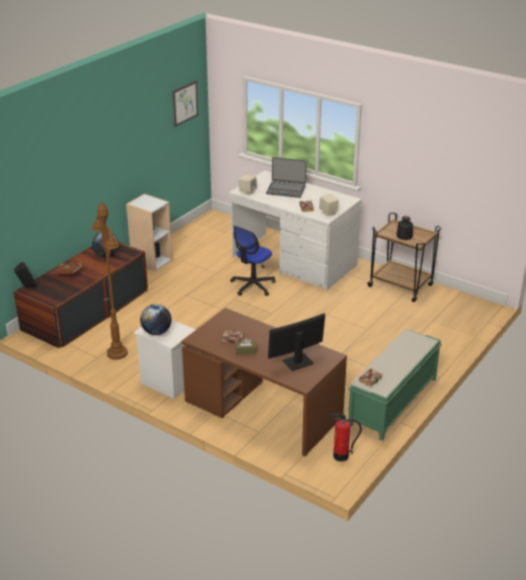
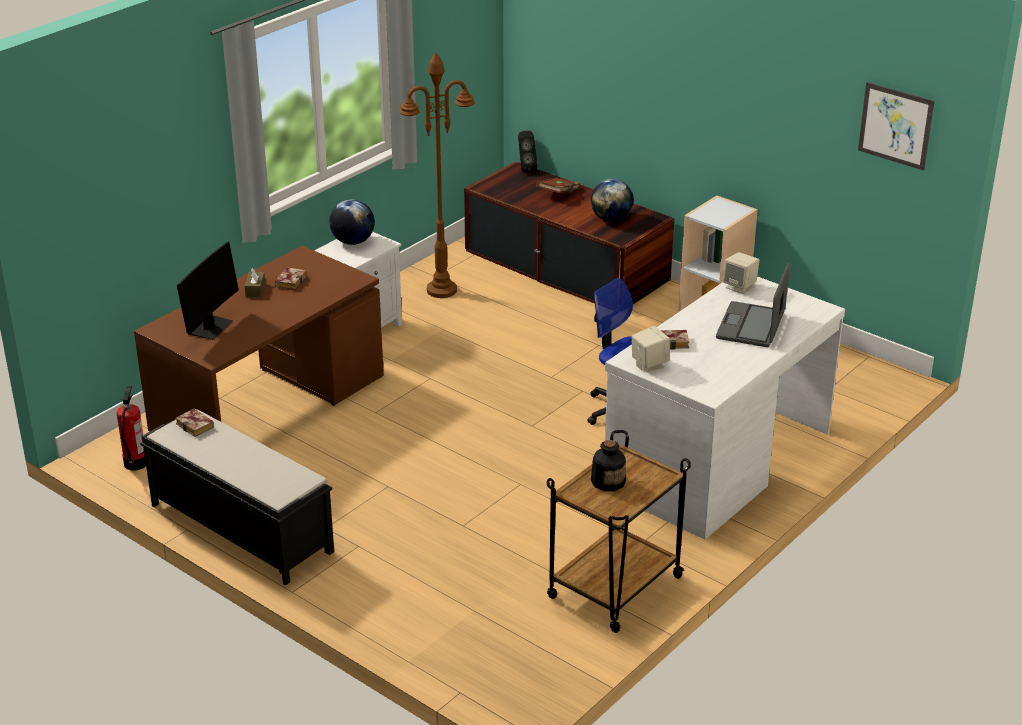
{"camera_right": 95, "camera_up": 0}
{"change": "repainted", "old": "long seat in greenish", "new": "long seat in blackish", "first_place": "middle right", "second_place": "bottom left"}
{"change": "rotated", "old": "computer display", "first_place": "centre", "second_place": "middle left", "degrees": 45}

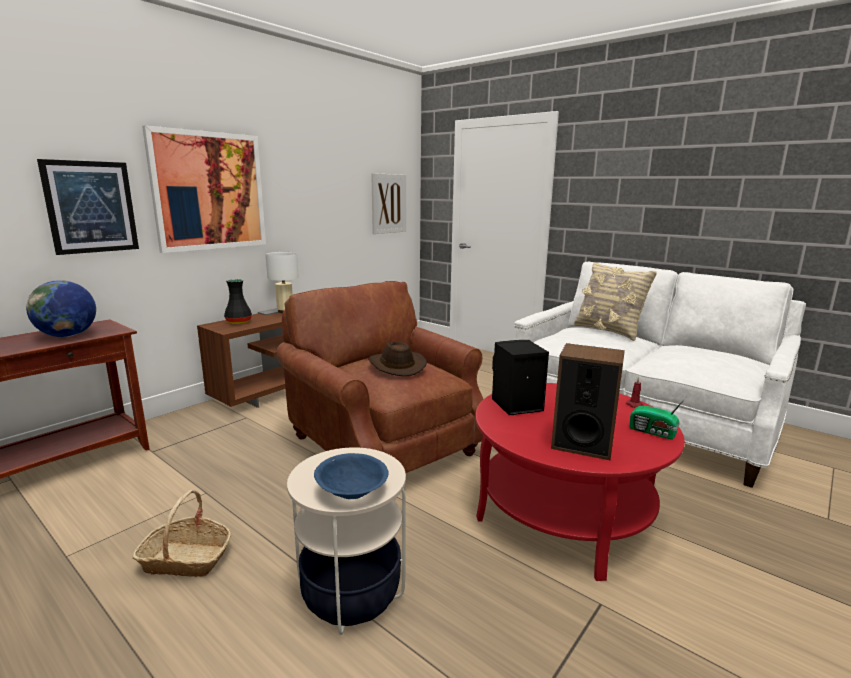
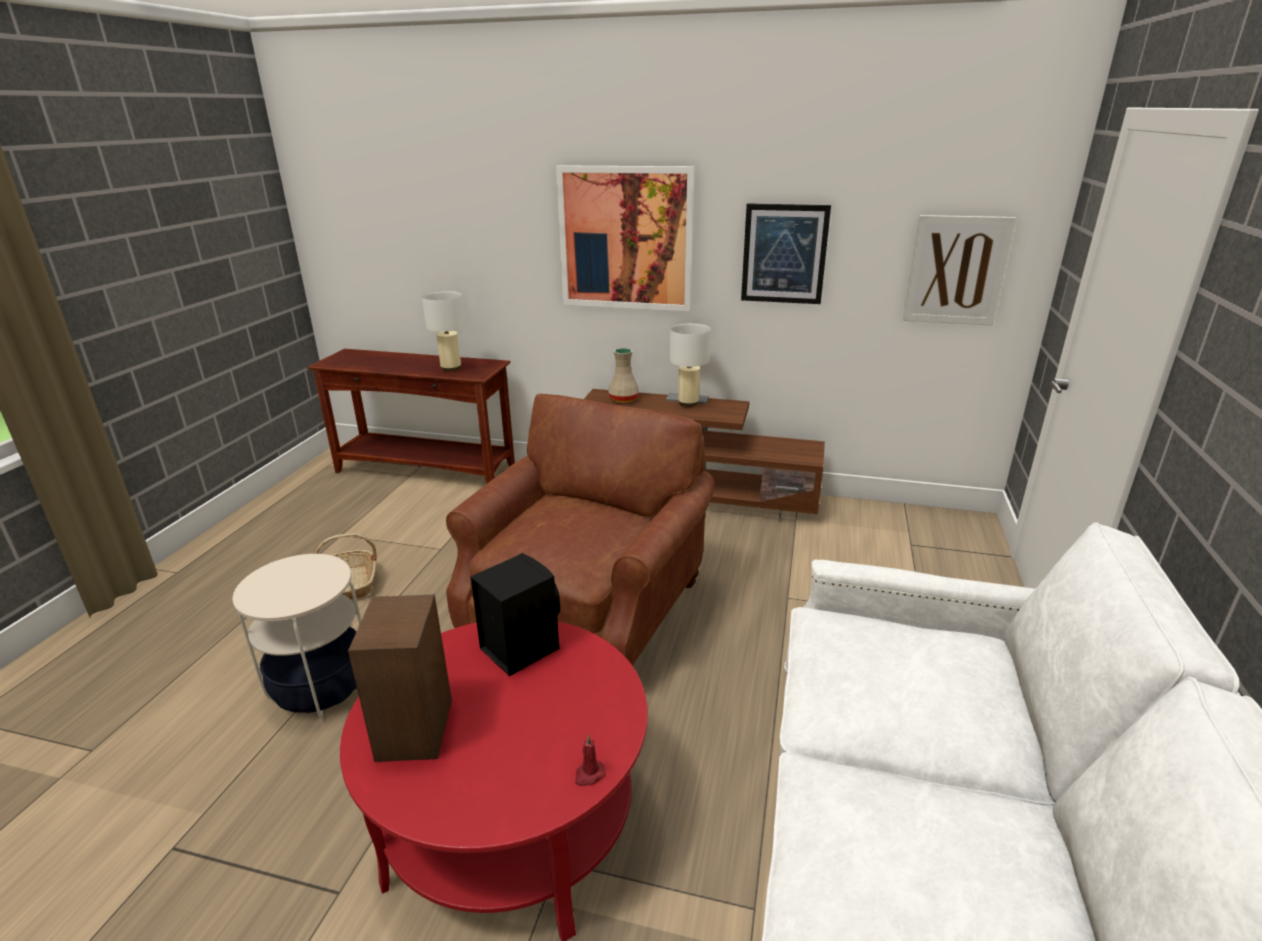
{"camera_right": 65, "camera_up": 10}
{"change": "gone", "old": "serving bowl in blue", "first_place": "bottom centre"}
{"change": "gone", "old": "hat in brown", "first_place": "centre"}
{"change": "gone", "old": "throw pillow in beige", "first_place": "middle right"}
{"change": "gone", "old": "radio set", "first_place": "middle right"}
{"change": "shifted", "old": "picture (no. 1 from left in the first image)", "new": "picture (no. 2 from left)", "first_place": "top left", "second_place": "top centre"}
{"change": "swapped", "old": "desk globe", "new": "lamp for a table in white (no. 1 from left)", "first_place": "middle left", "second_place": "centre"}
{"change": "repainted", "old": "vase in blackish", "new": "vase in beige", "first_place": "middle left", "second_place": "centre"}

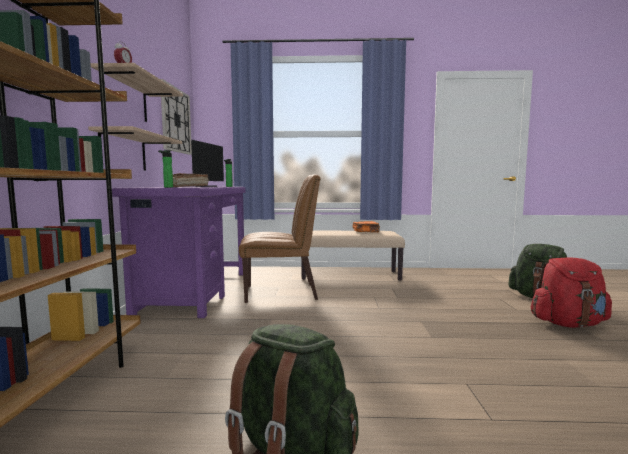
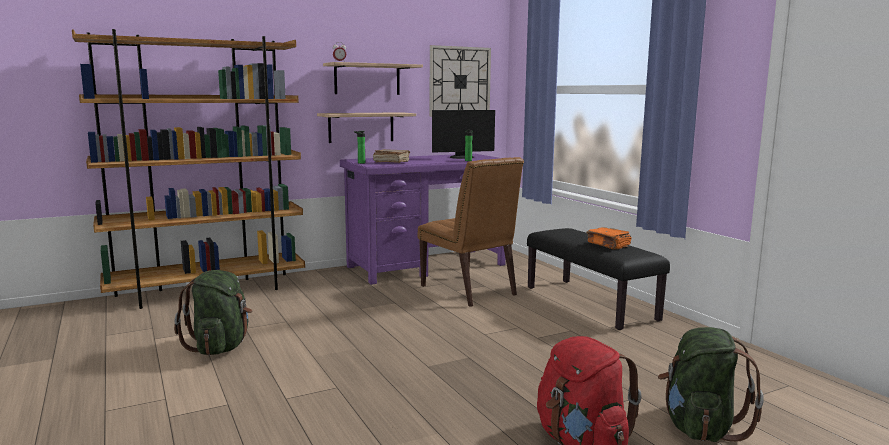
{"camera_right": 60, "camera_up": 5}
{"change": "repainted", "old": "long seat in beige", "new": "long seat in blackish", "first_place": "centre", "second_place": "middle right"}

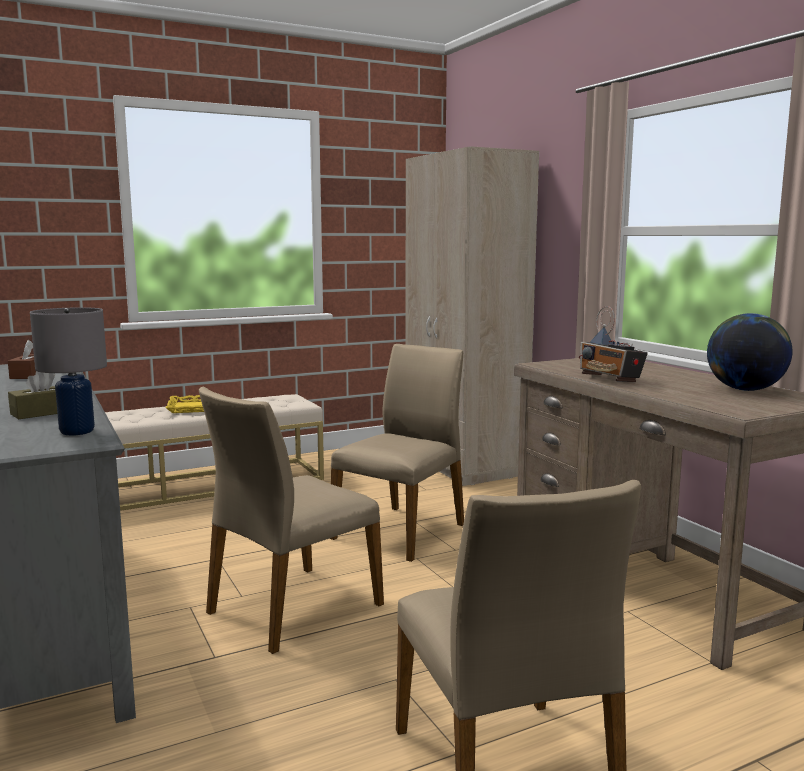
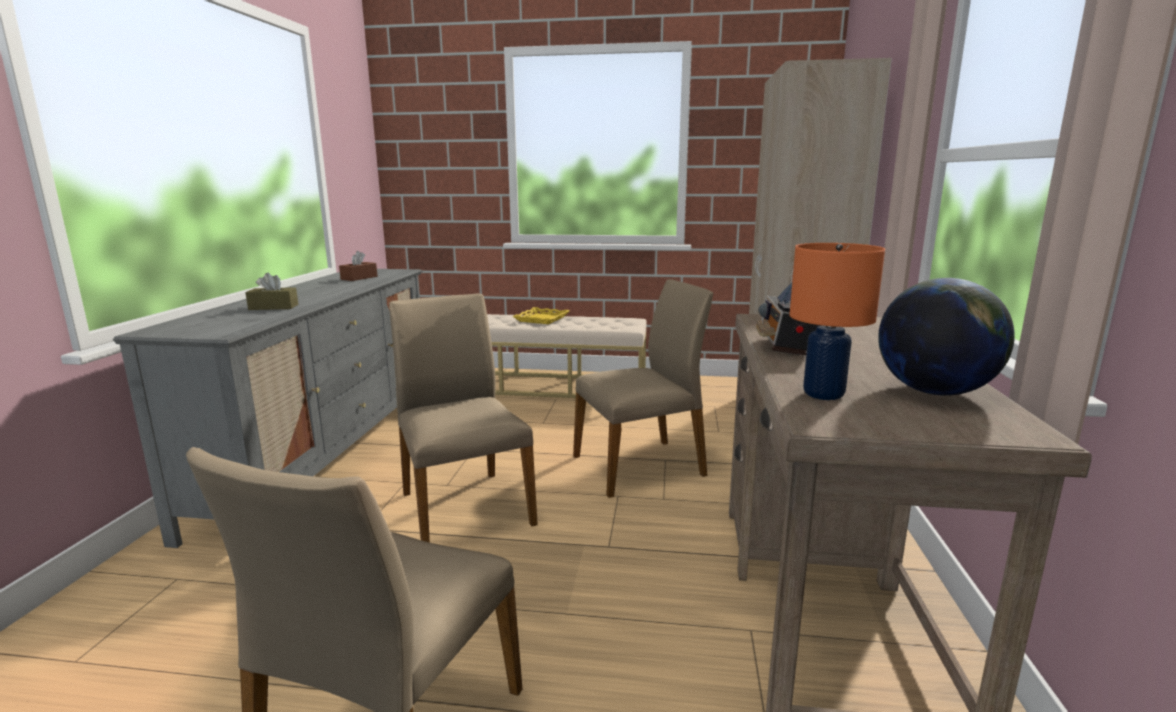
{"camera_right": 35, "camera_up": 5}
{"change": "gone", "old": "lamp for a table in grey", "first_place": "middle left"}
{"change": "new", "new": "lamp for a table in orange-coloured", "second_place": "middle right"}
{"change": "rotated", "old": "upright chair in beige (no. 1 from left in the first image)", "first_place": "bottom centre", "second_place": "centre", "degrees": 75}

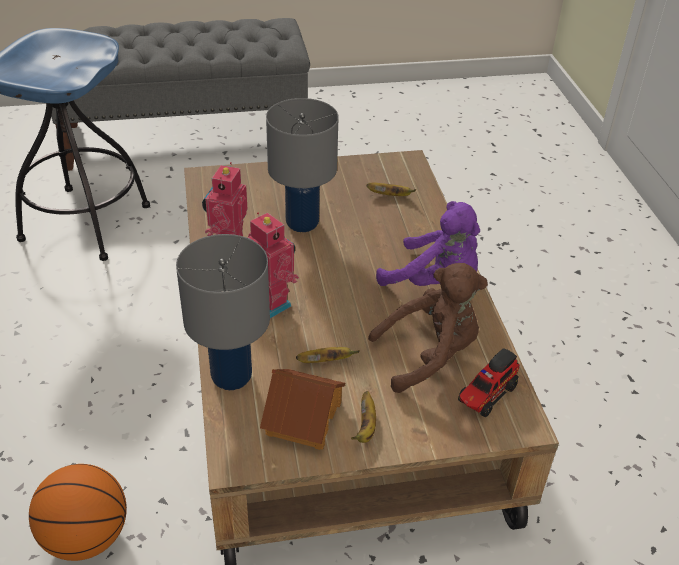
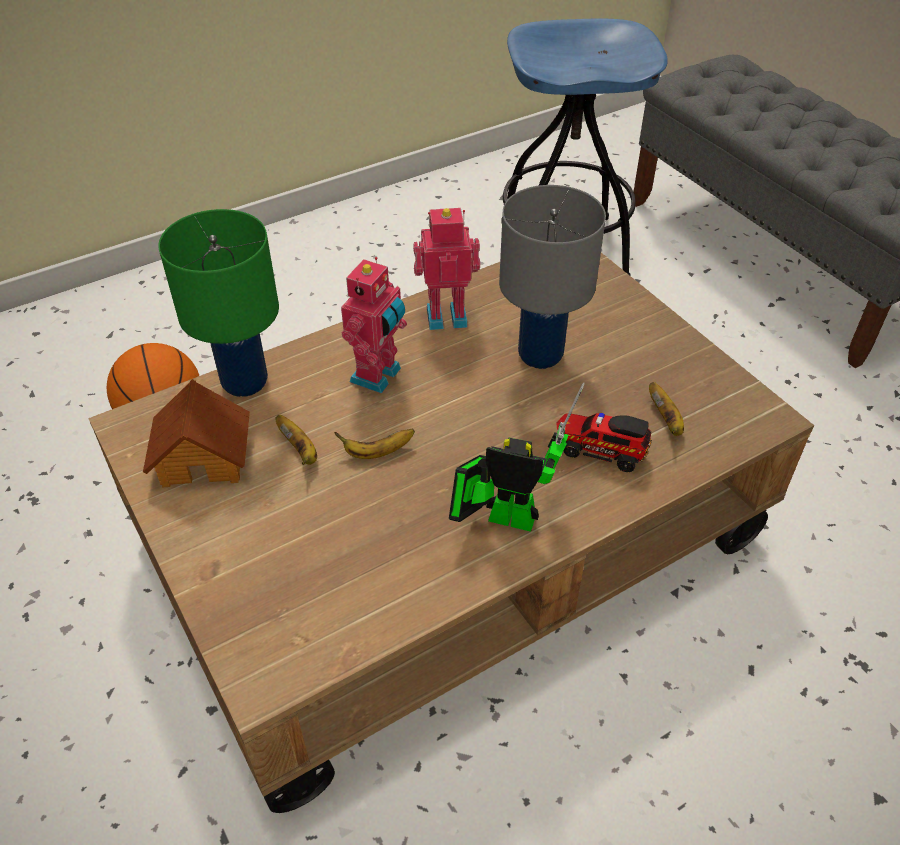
{"camera_right": 70, "camera_up": 5}
{"change": "gone", "old": "soft toy in brown", "first_place": "centre"}
{"change": "shifted", "old": "banana (no. 2 from left)", "first_place": "bottom centre", "second_place": "centre"}
{"change": "shifted", "old": "toy lorry", "first_place": "bottom right", "second_place": "middle right"}
{"change": "swapped", "old": "soft toy in purple", "new": "model robot (no. 3 from left)", "first_place": "centre", "second_place": "centre"}
{"change": "repainted", "old": "lamp for a table in grey (no. 1 from left)", "new": "lamp for a table in greenish", "first_place": "middle left", "second_place": "middle left"}

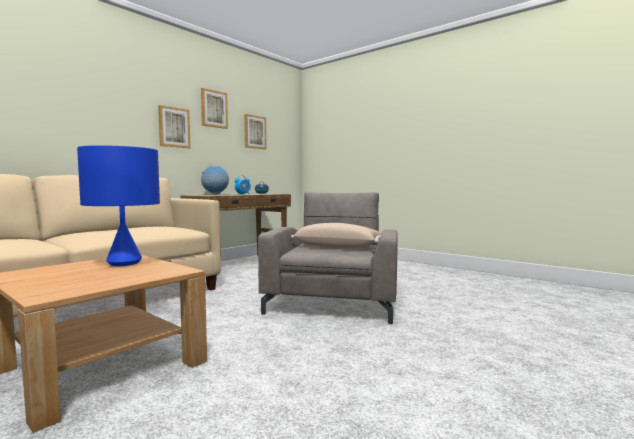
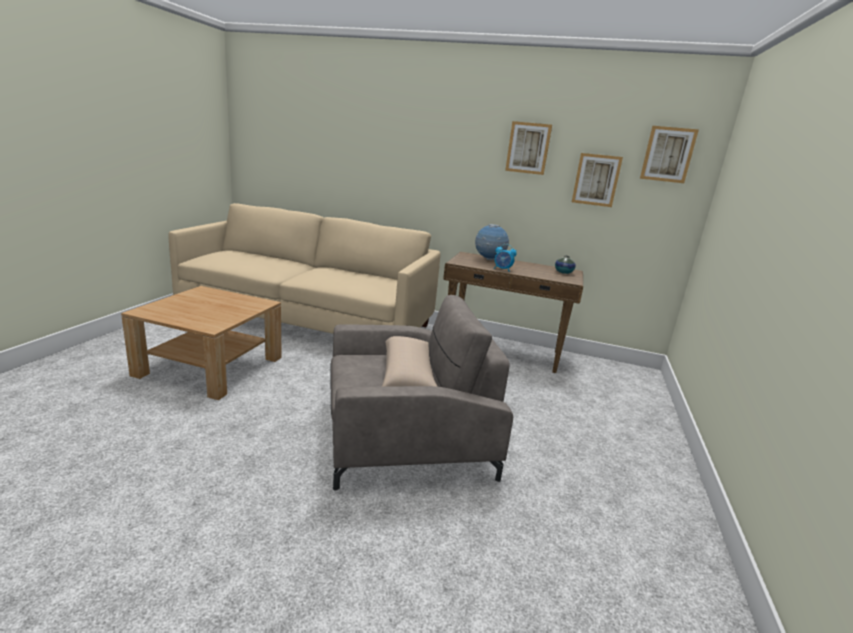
{"camera_right": 65, "camera_up": 15}
{"change": "gone", "old": "lamp for a table in blue", "first_place": "middle left"}
{"change": "shifted", "old": "picture (no. 1 from left in the first image)", "new": "picture (no. 3 from left)", "first_place": "top left", "second_place": "top right"}

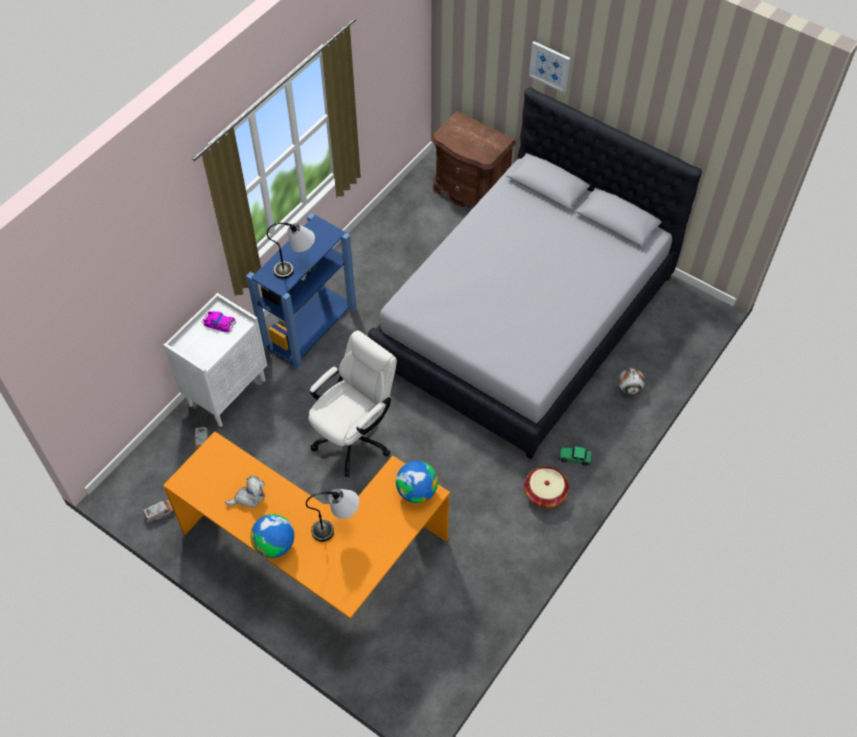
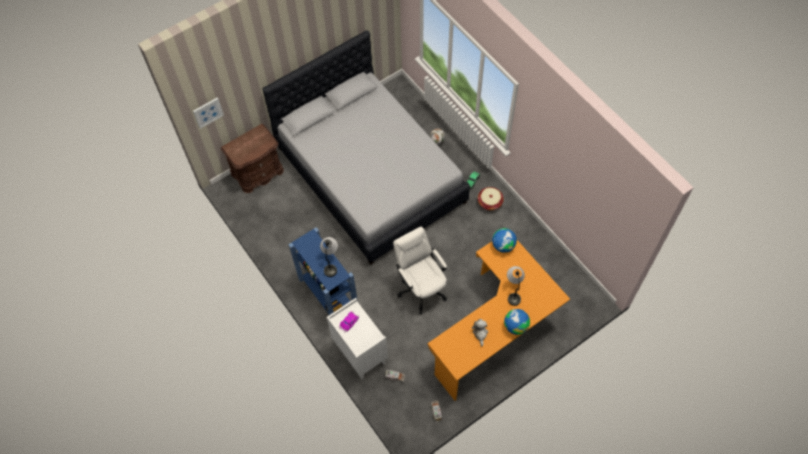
{"camera_right": -70, "camera_up": 5}
{"change": "shifted", "old": "picture", "first_place": "top centre", "second_place": "top left"}

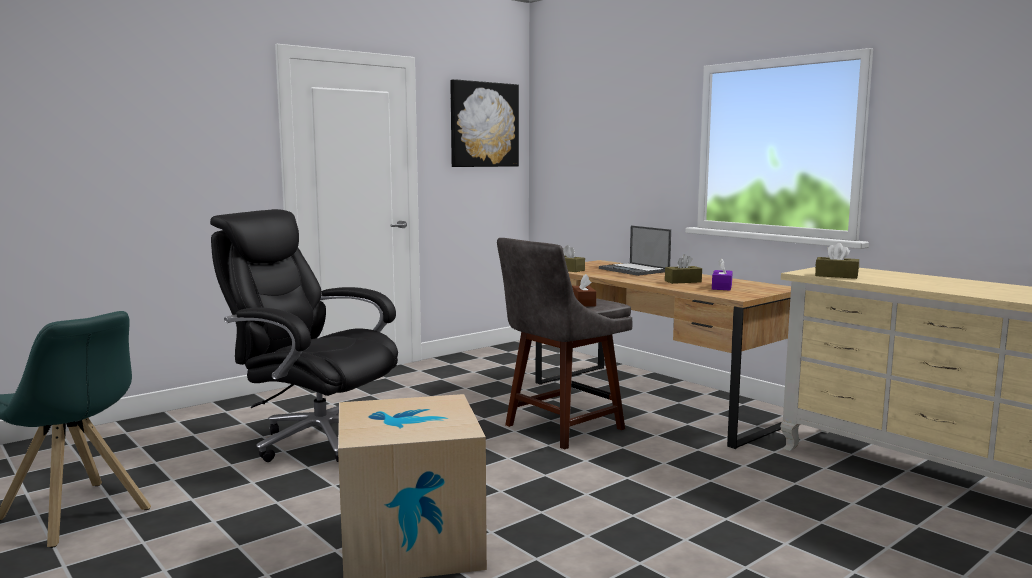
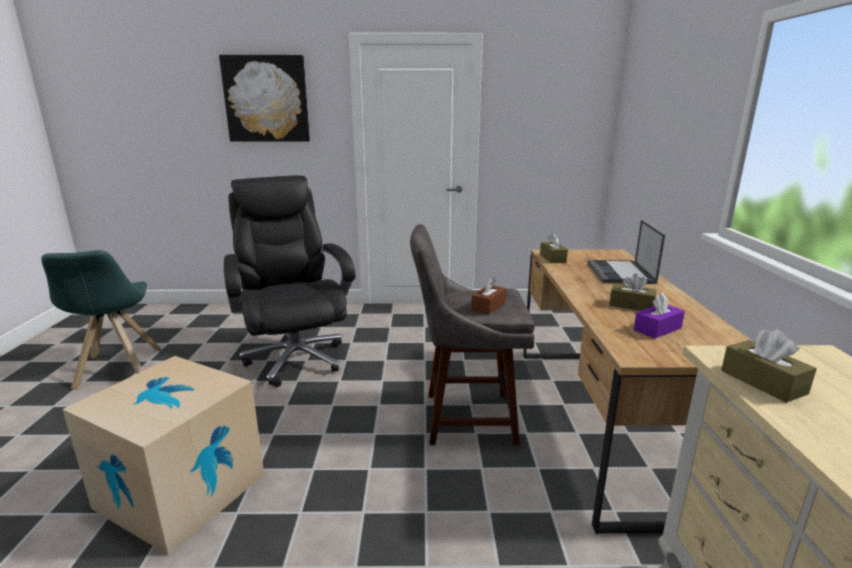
{"camera_right": 40, "camera_up": 10}
{"change": "shifted", "old": "picture", "first_place": "top centre", "second_place": "top left"}

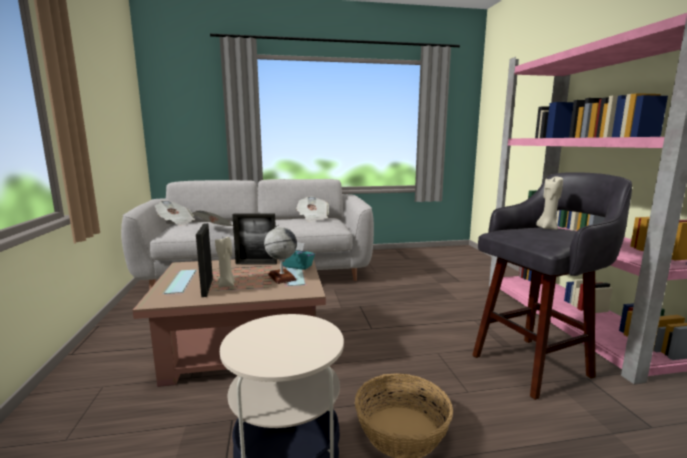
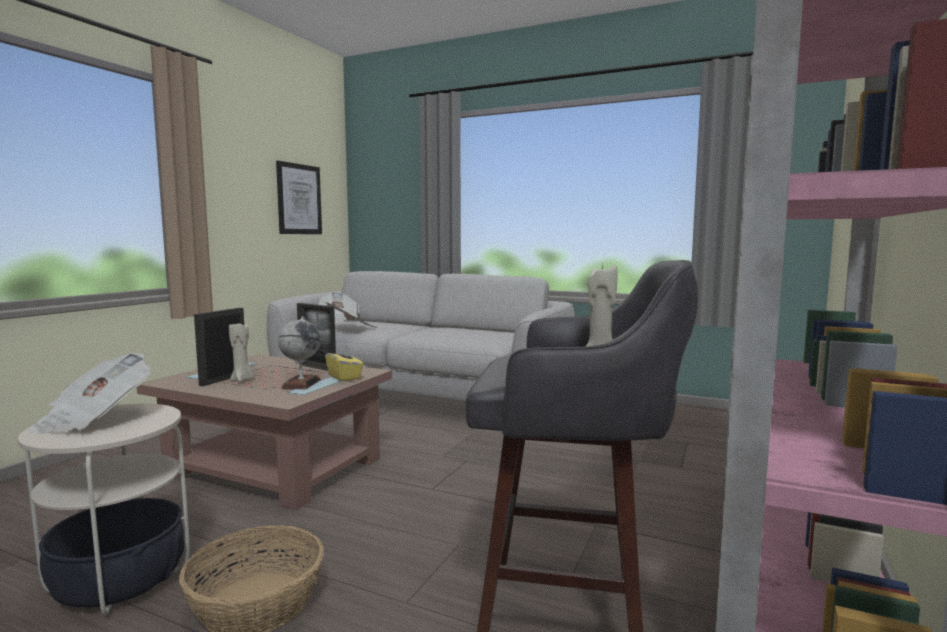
{"camera_right": 35, "camera_up": -5}
{"change": "new", "new": "picture", "second_place": "top left"}
{"change": "shifted", "old": "printed paper (no. 3 from left in the first image)", "new": "printed paper (no. 1 from left)", "first_place": "centre", "second_place": "middle left"}
{"change": "repainted", "old": "tissue box in blue-green", "new": "tissue box in yellowish", "first_place": "centre", "second_place": "centre"}

